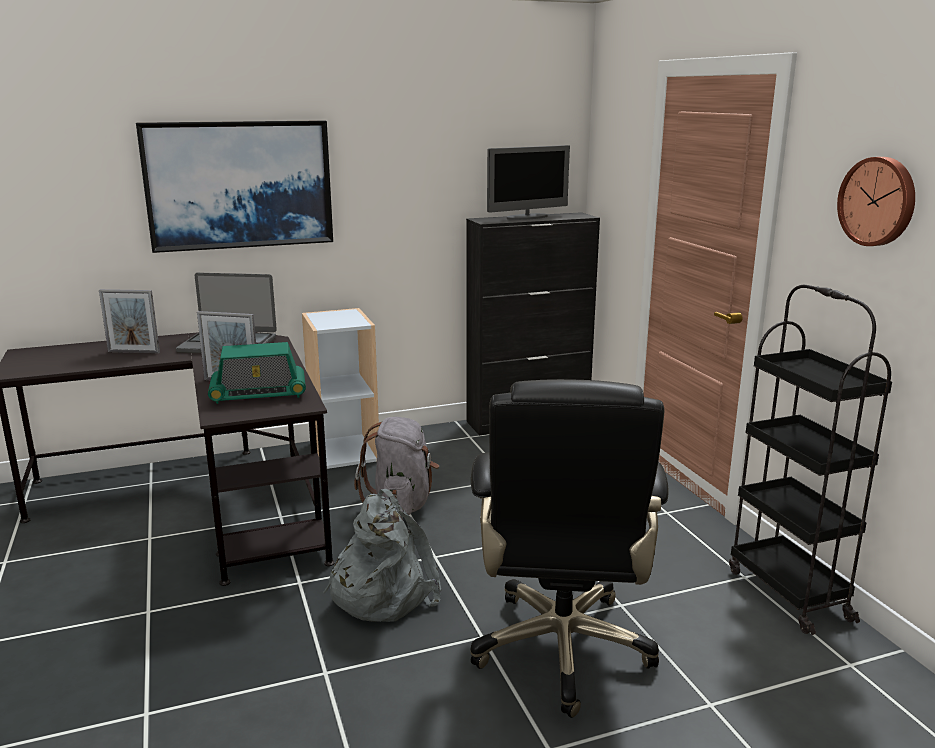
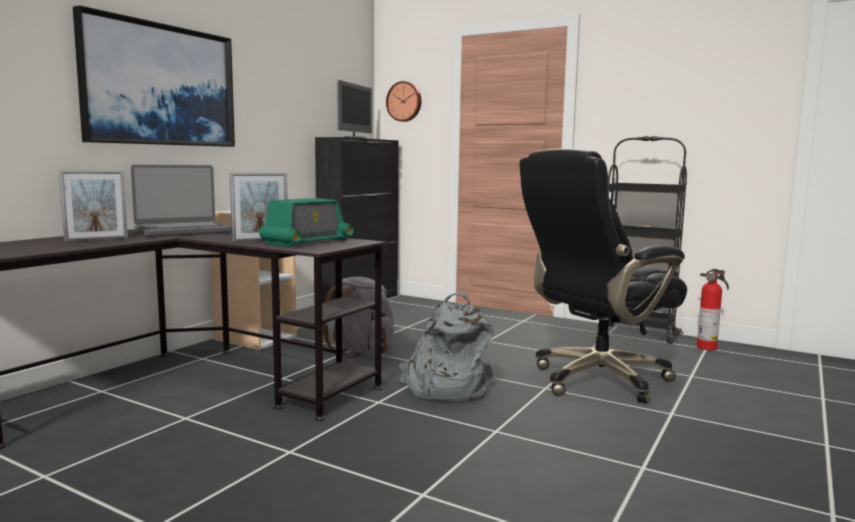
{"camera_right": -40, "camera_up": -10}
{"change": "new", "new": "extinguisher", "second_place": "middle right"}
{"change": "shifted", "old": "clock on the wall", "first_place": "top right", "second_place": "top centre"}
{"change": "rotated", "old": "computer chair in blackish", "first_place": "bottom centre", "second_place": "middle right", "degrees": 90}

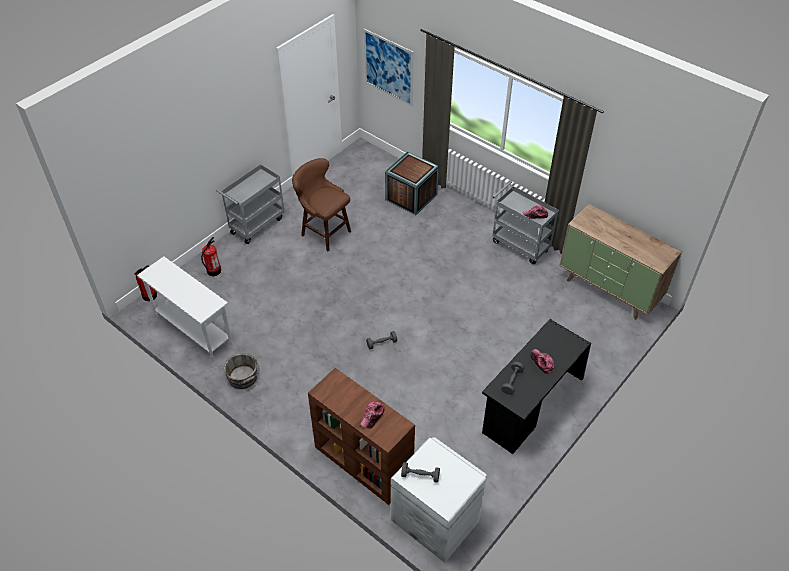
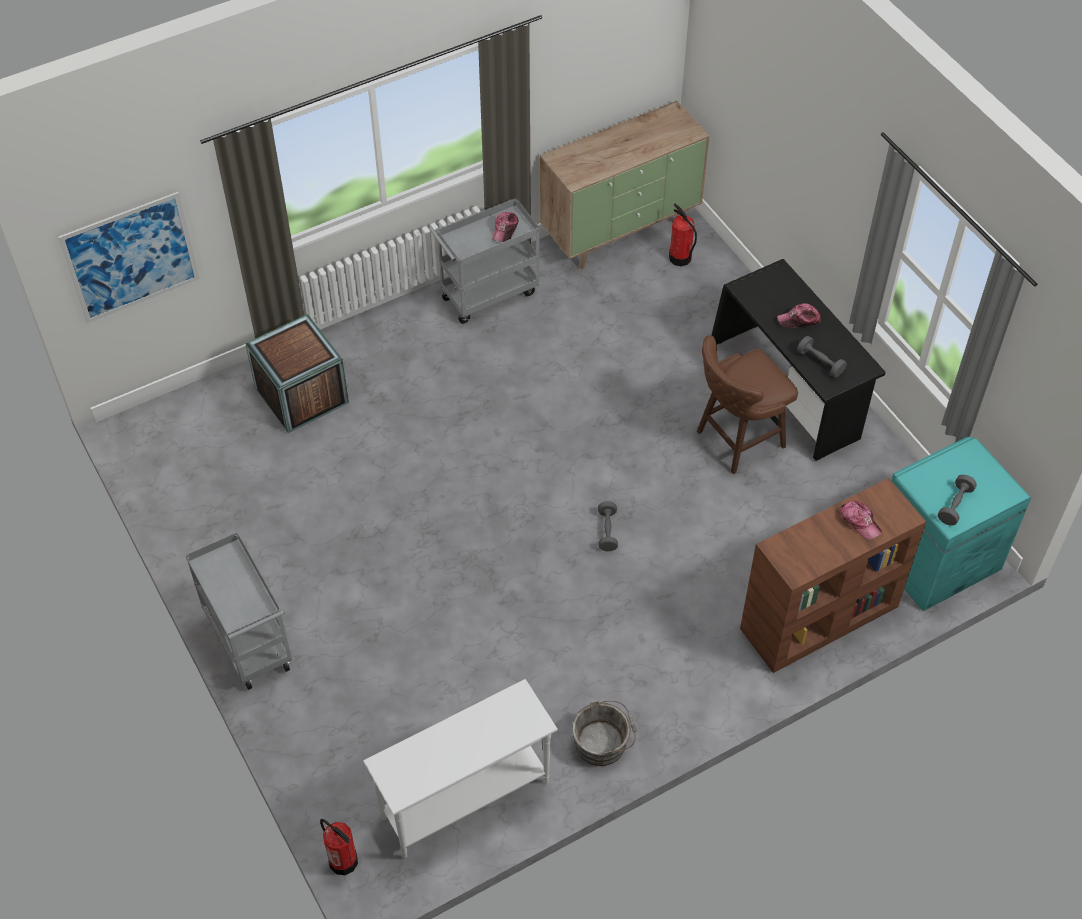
{"camera_right": -70, "camera_up": 5}
{"change": "shifted", "old": "extinguisher (no. 2 from left)", "first_place": "middle left", "second_place": "top centre"}
{"change": "shifted", "old": "stool seat in brown", "first_place": "centre", "second_place": "middle right"}
{"change": "repainted", "old": "laundry appliance in white", "new": "laundry appliance in blue-green", "first_place": "bottom centre", "second_place": "middle right"}

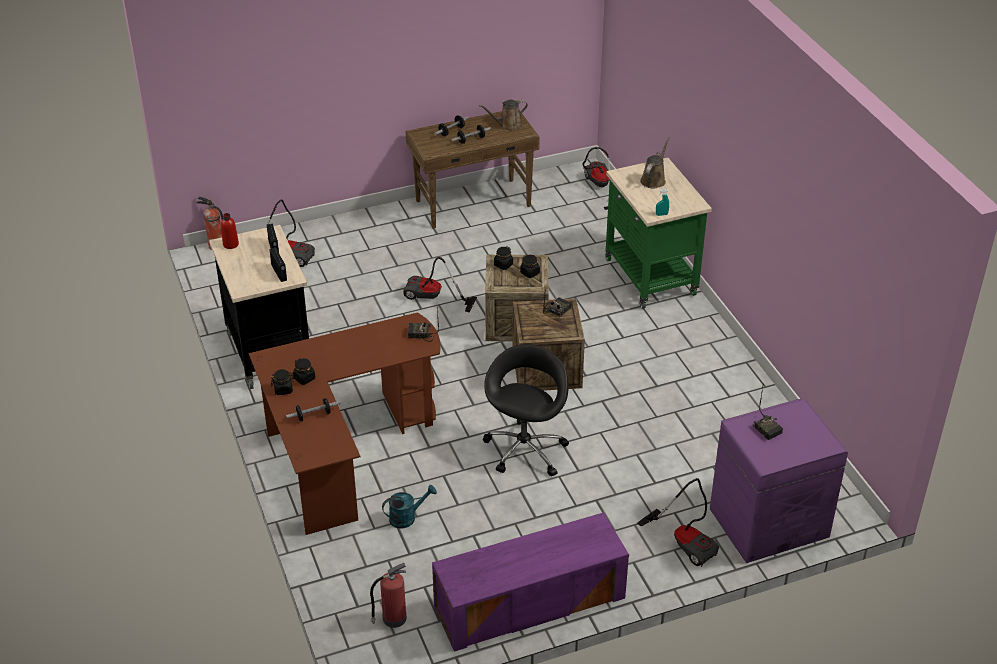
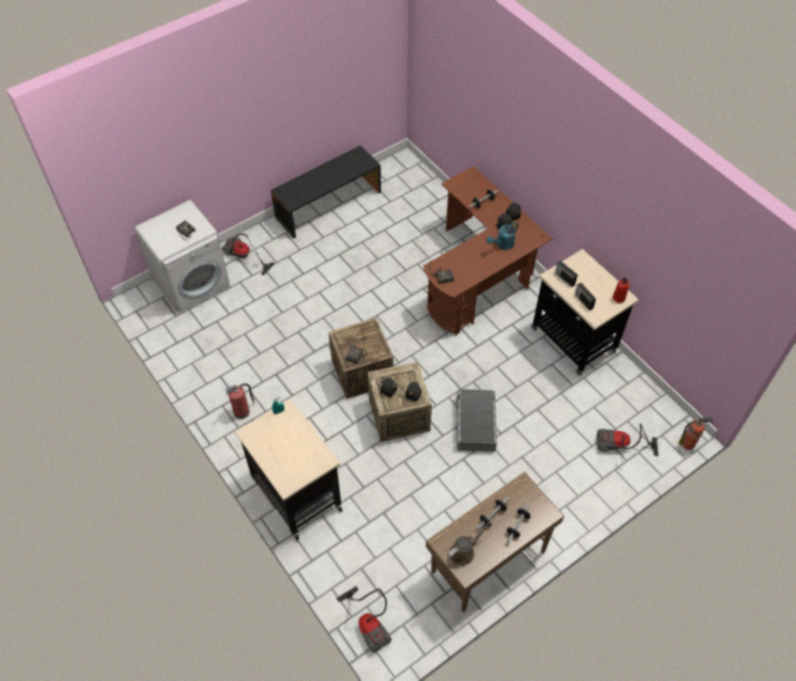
{"camera_right": 165, "camera_up": 15}
{"change": "gone", "old": "computer chair in blackish", "first_place": "centre"}
{"change": "gone", "old": "sprinkling can in brown (no. 2 from left)", "first_place": "top centre"}
{"change": "shifted", "old": "extinguisher (no. 2 from left in the first image)", "new": "extinguisher (no. 1 from left)", "first_place": "bottom centre", "second_place": "middle left"}
{"change": "shifted", "old": "sprinkling can in blue-green", "first_place": "bottom centre", "second_place": "centre"}
{"change": "swapped", "old": "vacuum (no. 2 from left)", "new": "storage bin in grey", "first_place": "centre", "second_place": "centre"}
{"change": "repainted", "old": "long seat in purple", "new": "long seat in blackish", "first_place": "bottom centre", "second_place": "top centre"}
{"change": "repainted", "old": "cart in greenish", "new": "cart in blackish (no. 1 from left)", "first_place": "centre", "second_place": "bottom centre"}
{"change": "repainted", "old": "laundry appliance in purple", "new": "laundry appliance in white", "first_place": "bottom right", "second_place": "middle left"}

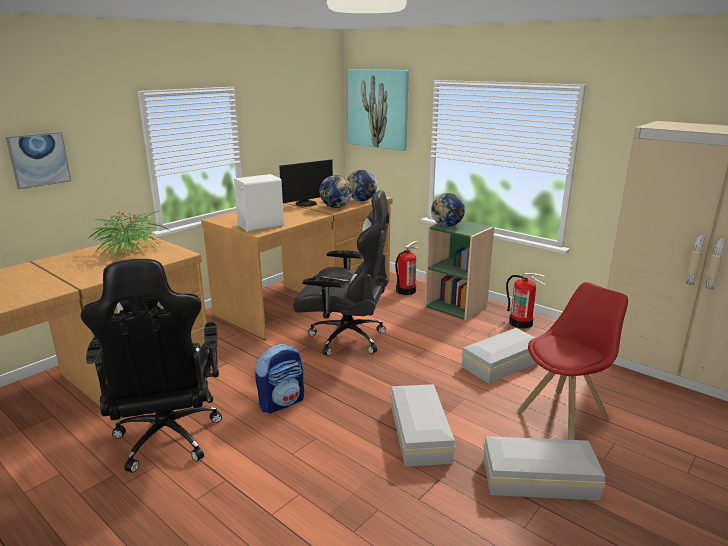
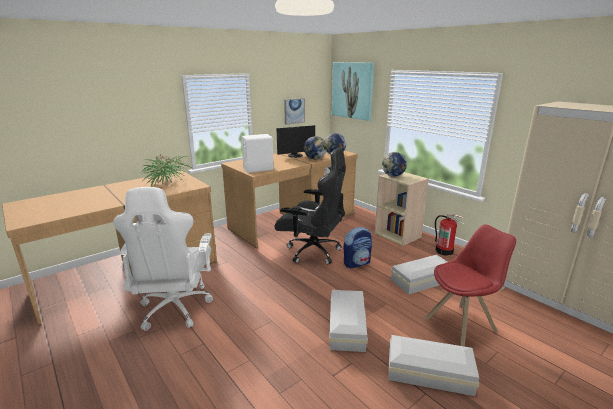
{"camera_right": 10, "camera_up": 0}
{"change": "gone", "old": "extinguisher (no. 1 from left)", "first_place": "centre"}
{"change": "shifted", "old": "picture (no. 1 from left)", "first_place": "top left", "second_place": "top centre"}
{"change": "shifted", "old": "rucksack", "first_place": "bottom centre", "second_place": "centre"}
{"change": "repainted", "old": "computer chair in blackish (no. 1 from left)", "new": "computer chair in white", "first_place": "bottom left", "second_place": "middle left"}
{"change": "repainted", "old": "bookcase in greenish", "new": "bookcase in beige", "first_place": "centre", "second_place": "centre"}

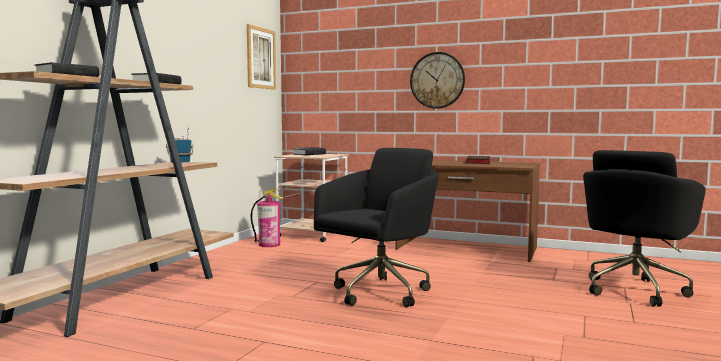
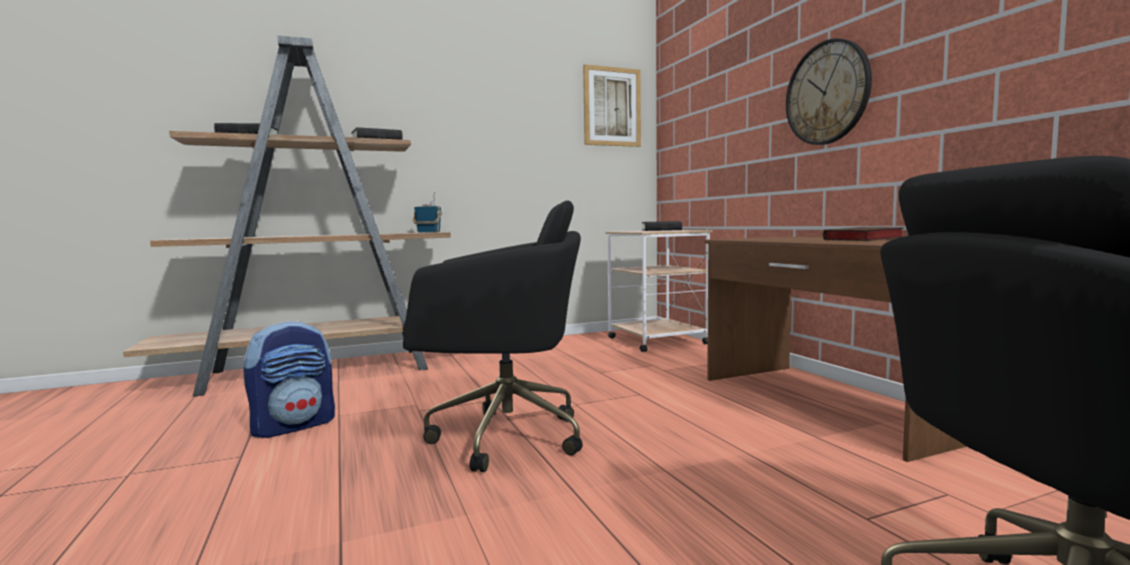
{"camera_right": 45, "camera_up": 0}
{"change": "gone", "old": "extinguisher", "first_place": "centre"}
{"change": "new", "new": "rucksack", "second_place": "bottom left"}

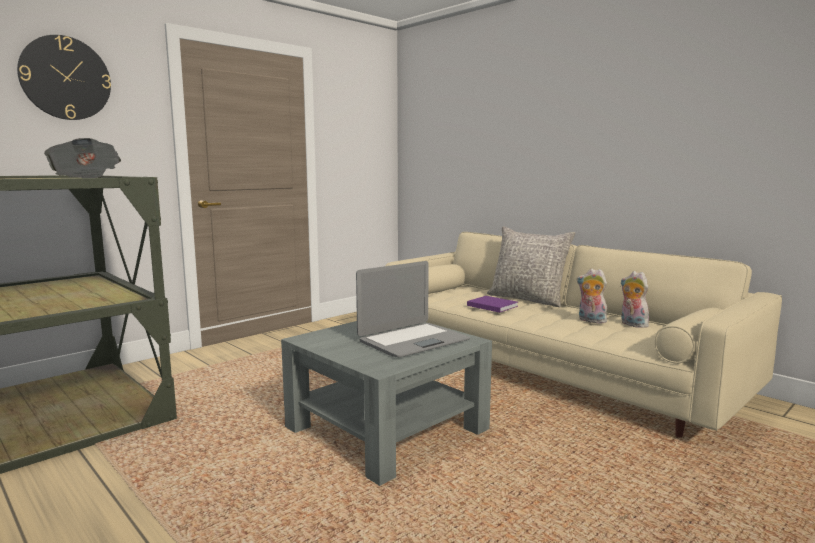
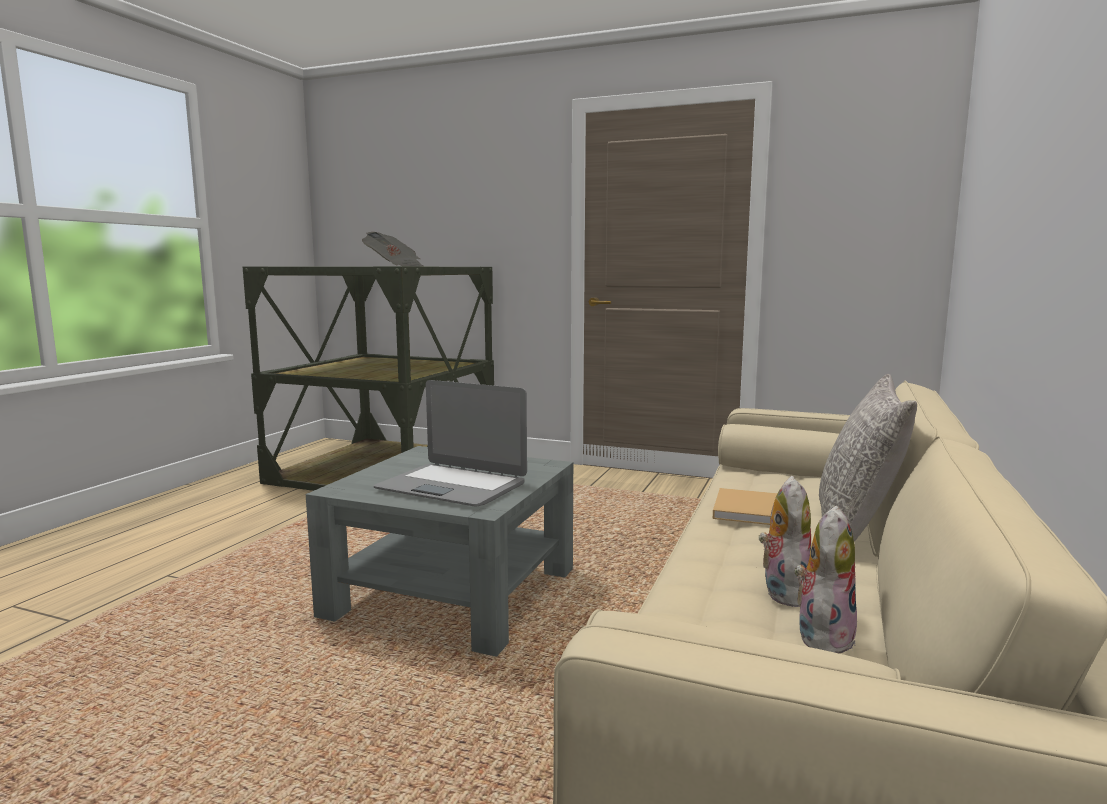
{"camera_right": 65, "camera_up": 0}
{"change": "gone", "old": "clock on the wall", "first_place": "top left"}
{"change": "repainted", "old": "volume in purple", "new": "volume in beige", "first_place": "centre", "second_place": "middle right"}

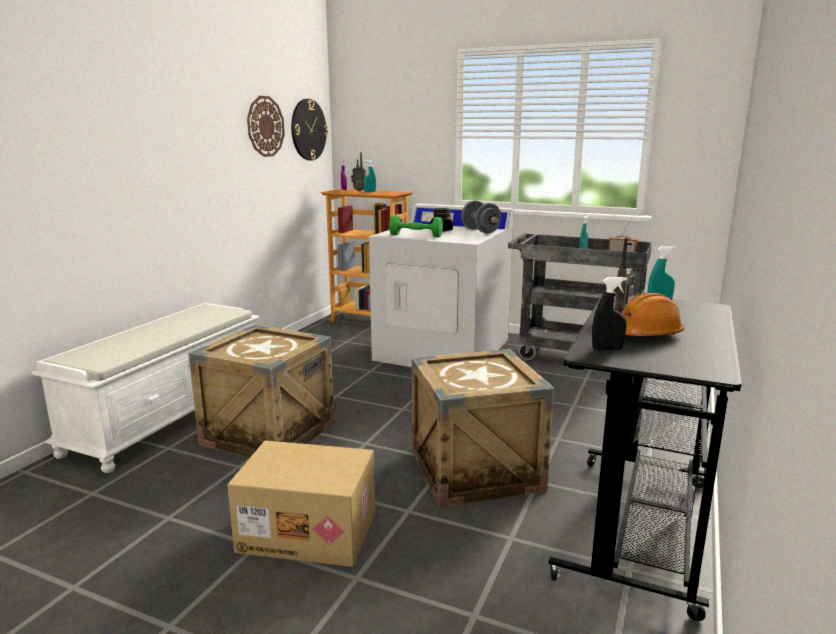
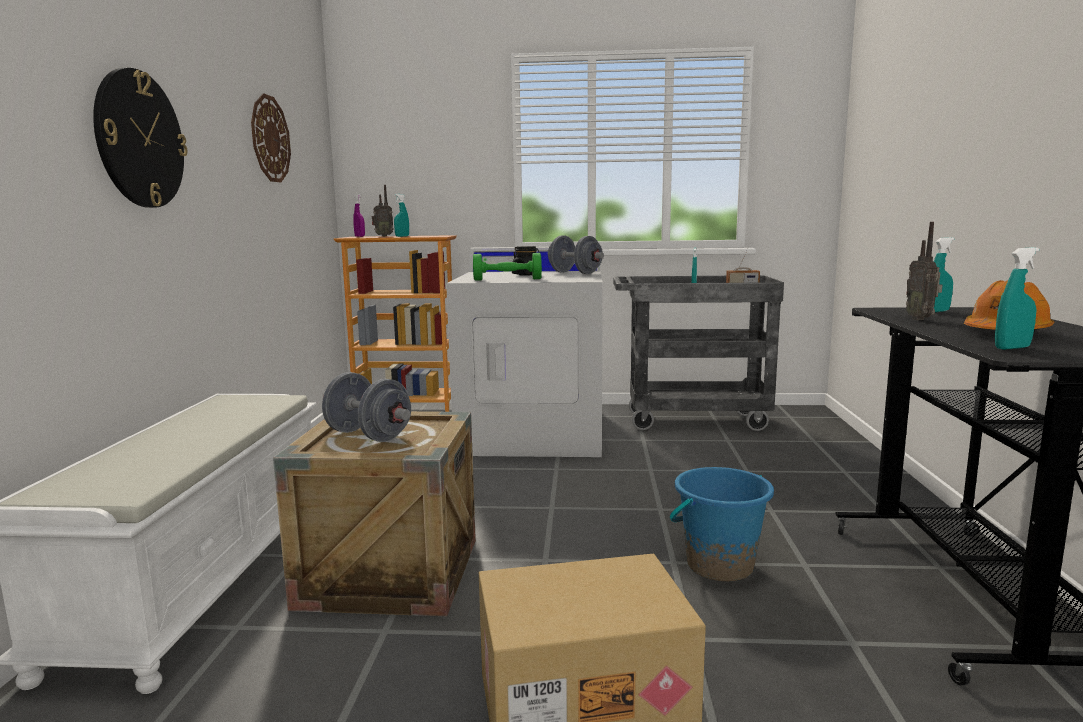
{"camera_right": -20, "camera_up": -5}
{"change": "new", "new": "dumbbell in grey (no. 1 from left)", "second_place": "centre"}
{"change": "shifted", "old": "clock on the wall (no. 2 from left in the first image)", "new": "clock on the wall (no. 1 from left)", "first_place": "top centre", "second_place": "top left"}
{"change": "swapped", "old": "packing crate (no. 2 from left)", "new": "water bucket in blue", "first_place": "bottom centre", "second_place": "bottom right"}
{"change": "repainted", "old": "hand sprayer in blackish", "new": "hand sprayer in blue-green (no. 4 from left)", "first_place": "middle right", "second_place": "middle right"}

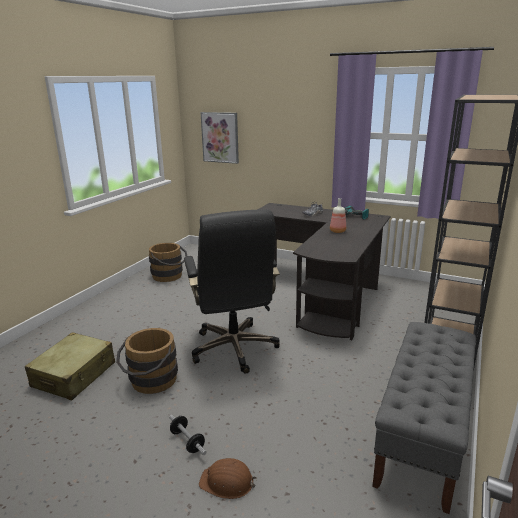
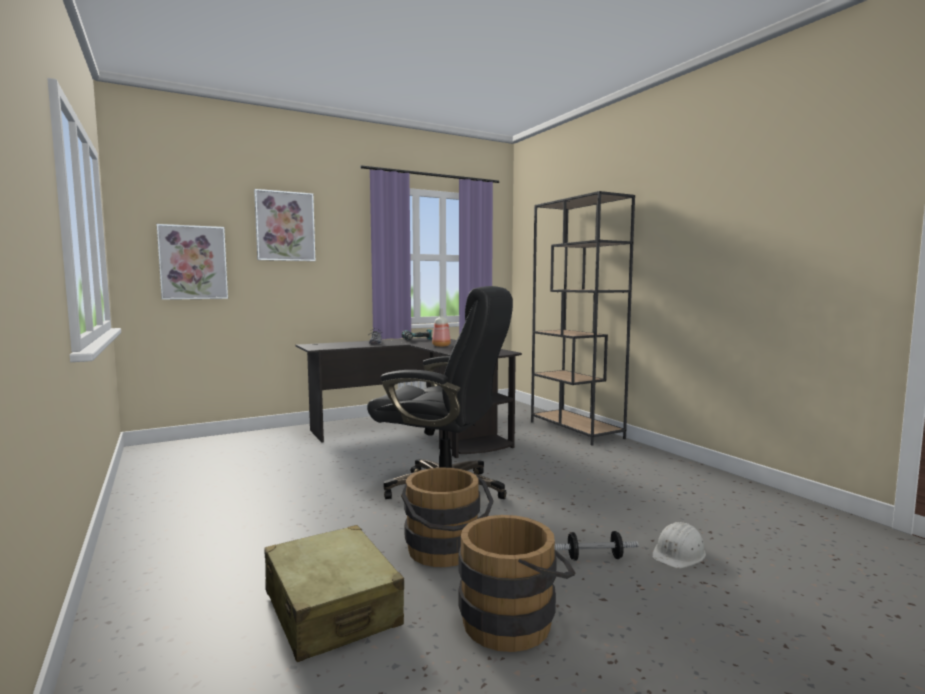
{"camera_right": -55, "camera_up": -15}
{"change": "gone", "old": "long seat in grey", "first_place": "bottom right"}
{"change": "new", "new": "picture (no. 2 from left)", "second_place": "top left"}
{"change": "shifted", "old": "water bucket in brown (no. 2 from left)", "first_place": "middle left", "second_place": "bottom centre"}
{"change": "repainted", "old": "hard hat in brown", "new": "hard hat in white", "first_place": "bottom centre", "second_place": "bottom right"}

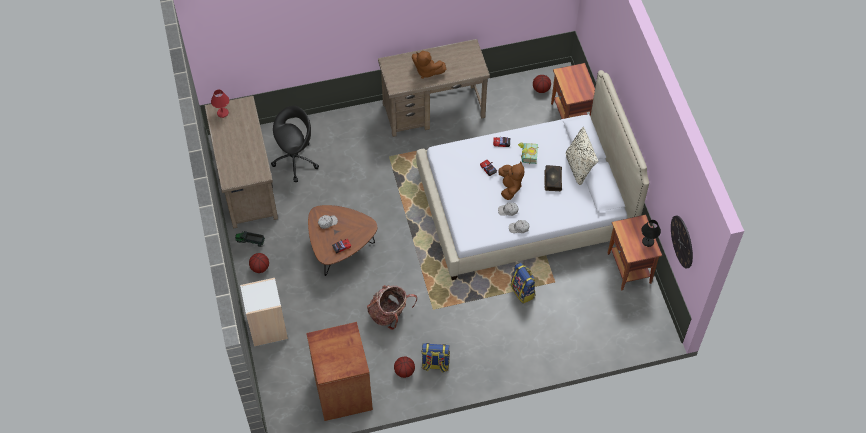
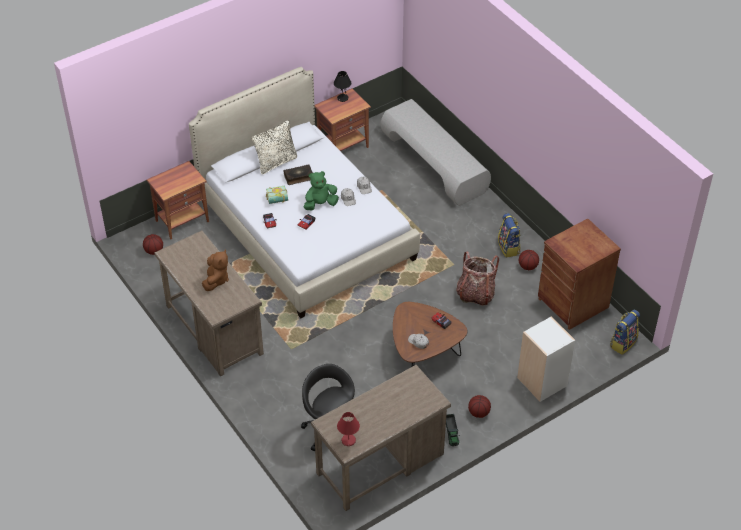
{"camera_right": -110, "camera_up": -10}
{"change": "gone", "old": "clock on the wall", "first_place": "middle right"}
{"change": "new", "new": "long seat in grey", "second_place": "top centre"}
{"change": "shifted", "old": "rucksack (no. 3 from left)", "first_place": "centre", "second_place": "middle right"}
{"change": "repainted", "old": "soft toy in brown (no. 2 from left)", "new": "soft toy in greenish", "first_place": "centre", "second_place": "centre"}

